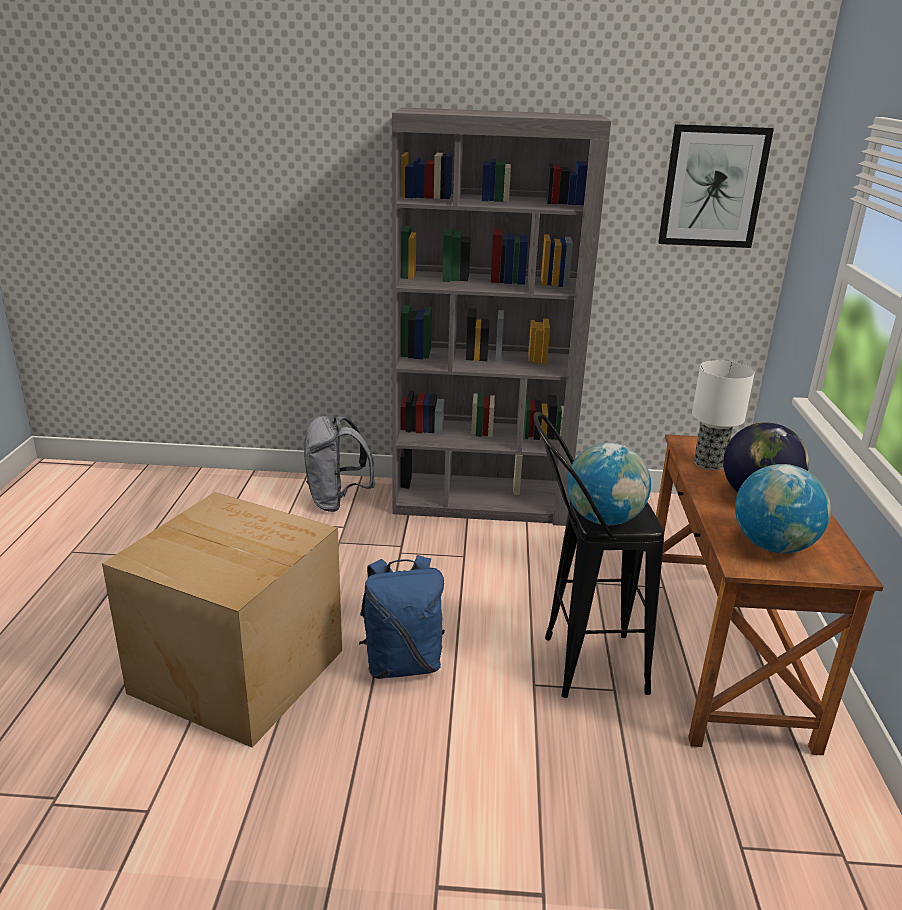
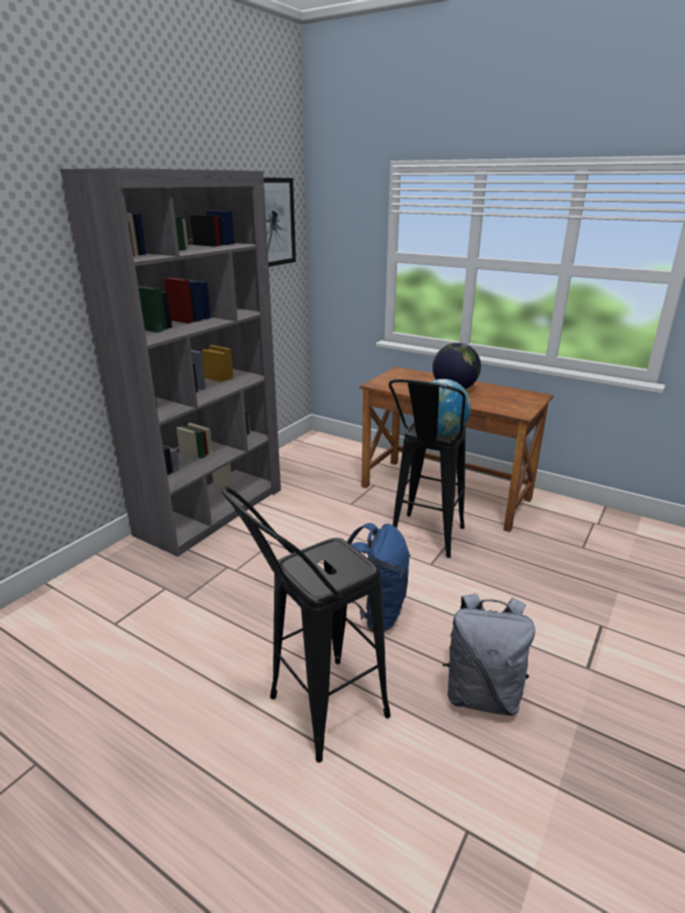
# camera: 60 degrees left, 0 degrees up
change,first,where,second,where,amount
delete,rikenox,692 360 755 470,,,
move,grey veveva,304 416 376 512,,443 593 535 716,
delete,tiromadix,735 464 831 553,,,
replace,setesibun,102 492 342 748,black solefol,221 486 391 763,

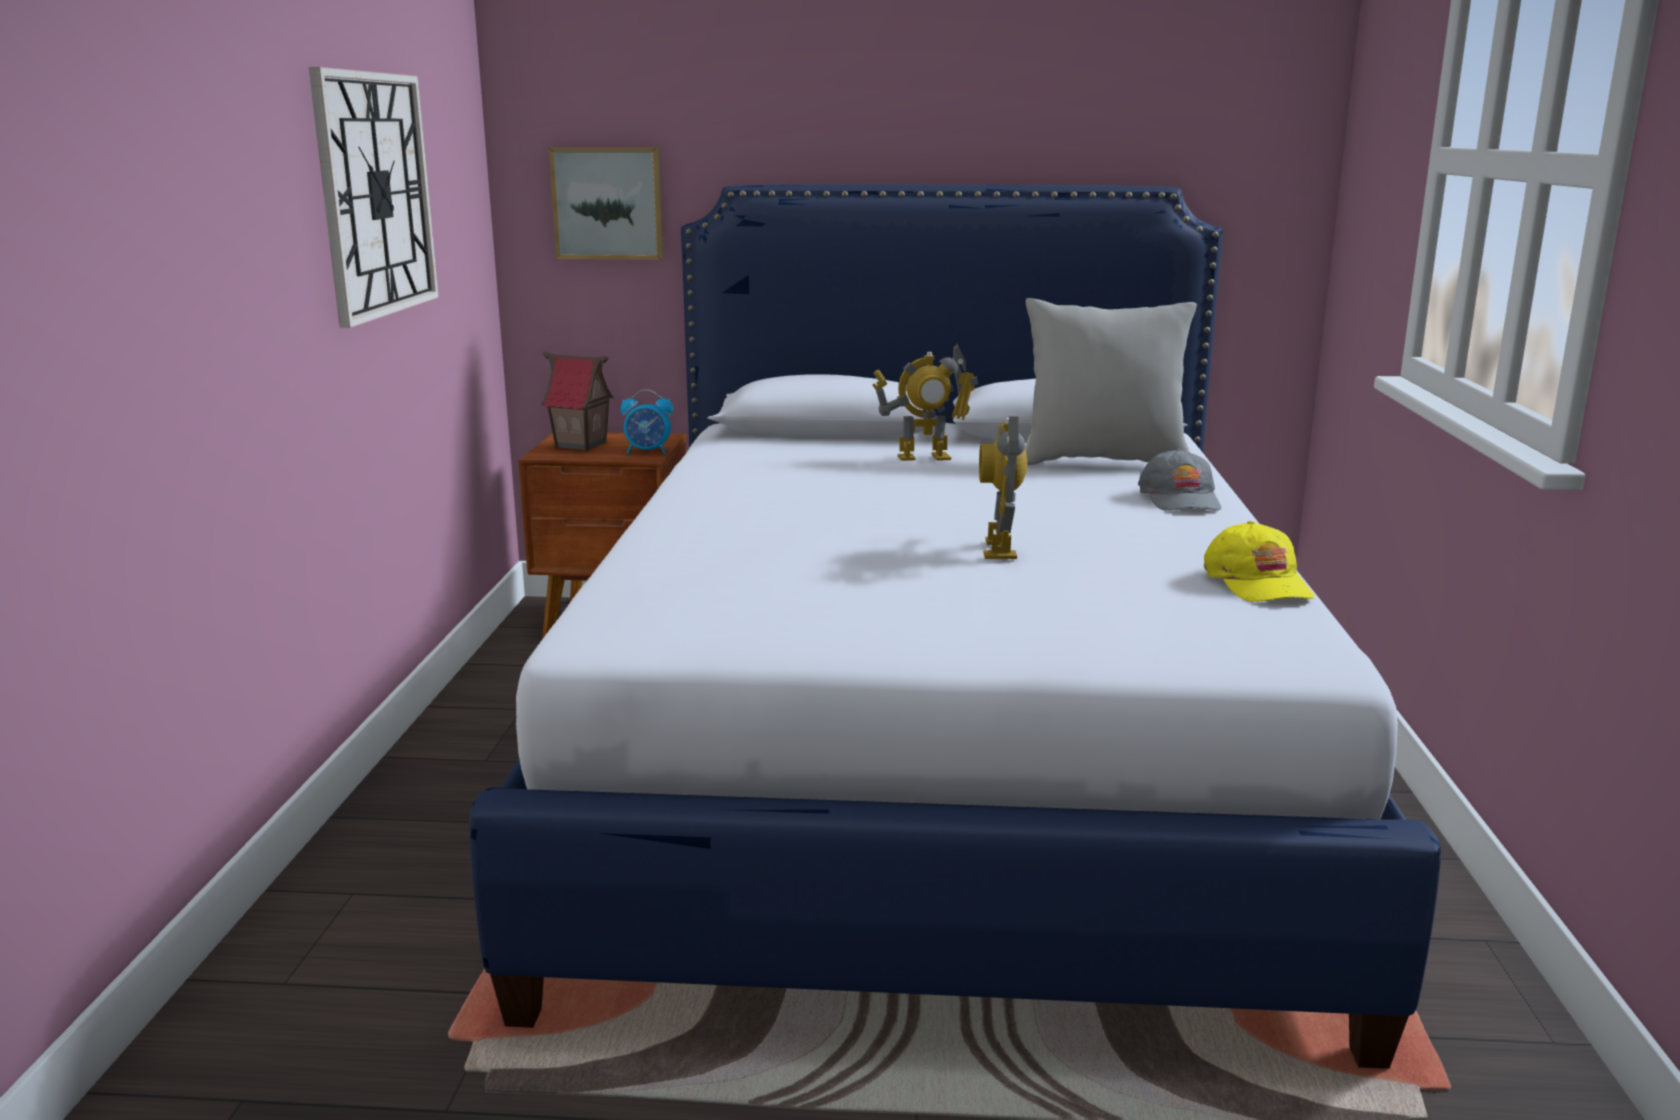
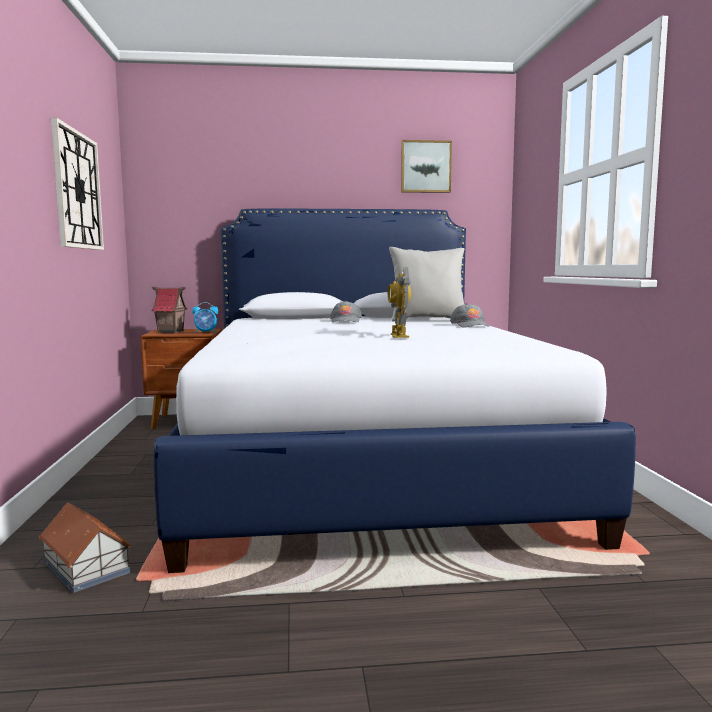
# camera: 10 degrees left, 10 degrees down
change,first,where,second,where,amount
move,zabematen,549 147 664 260,,401 140 452 193,
replace,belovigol,872 344 978 461,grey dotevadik,330 301 362 322,
delete,yellow dotevadik,1204 521 1315 602,,,
insert,,,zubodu,38 502 132 593,

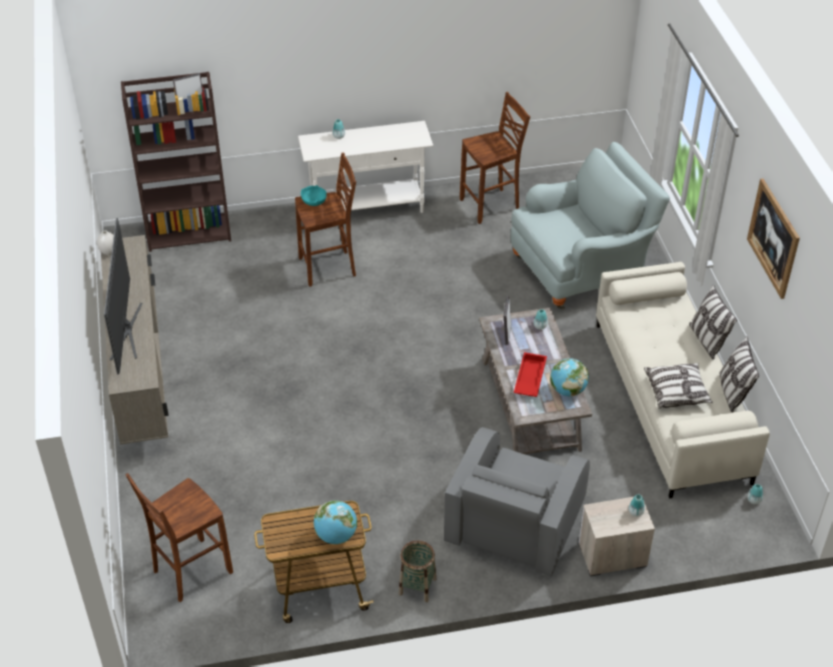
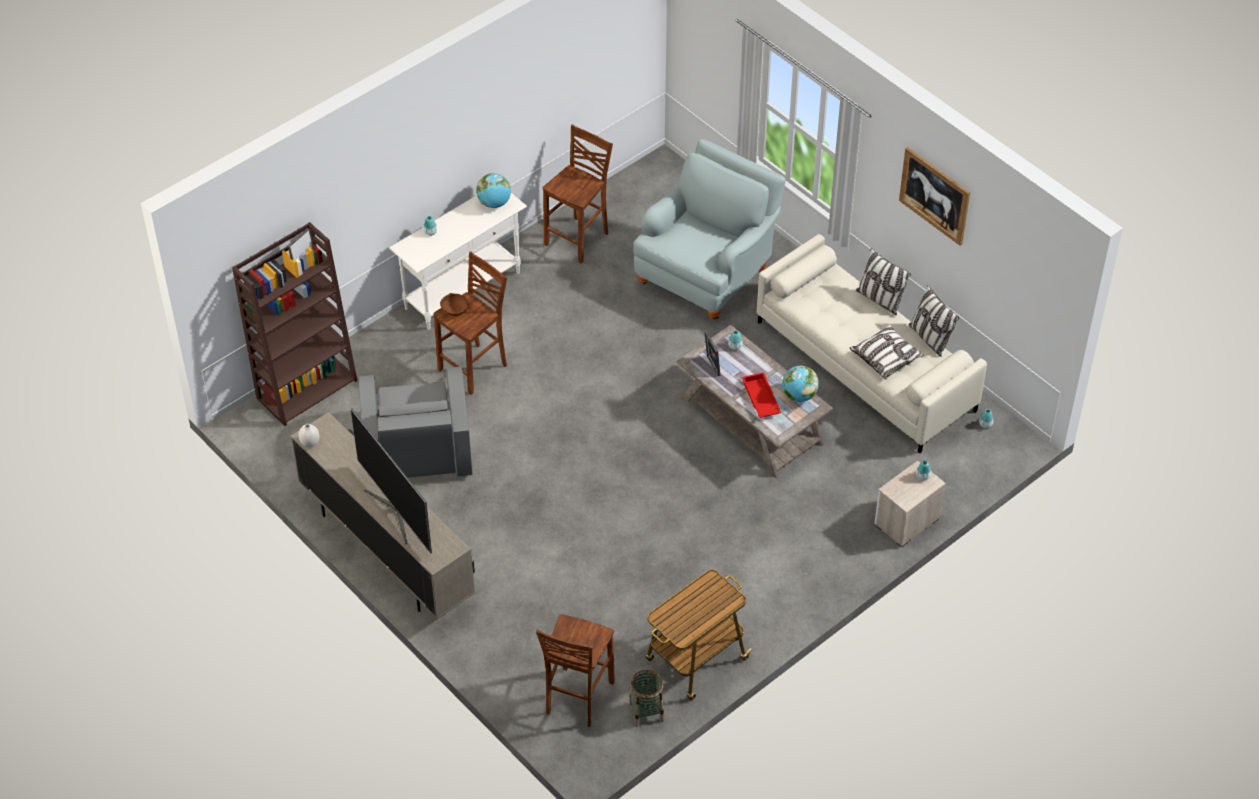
# camera: 30 degrees left, 5 degrees up
change,first,where,second,where,amount
recolor,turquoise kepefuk,301 185 327 206,brown kepefuk,440 293 469 316,
move,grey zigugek,444 427 590 576,,359 366 473 478,
move,tiromadix,313 500 357 544,,476 173 511 208,
move,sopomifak,399 540 436 602,,629 670 664 727,

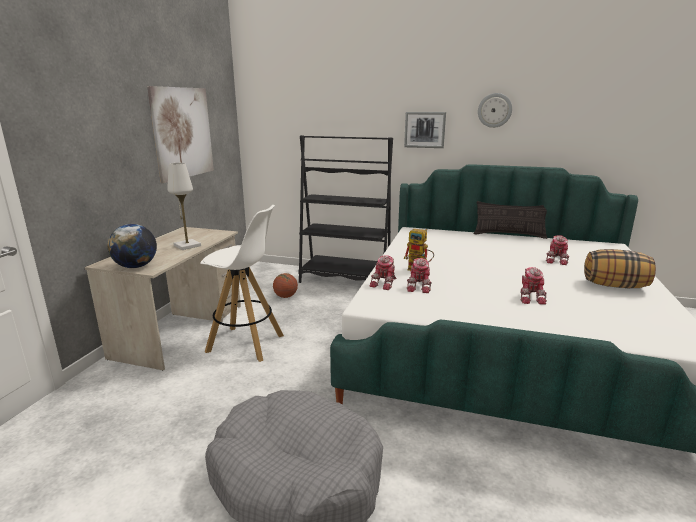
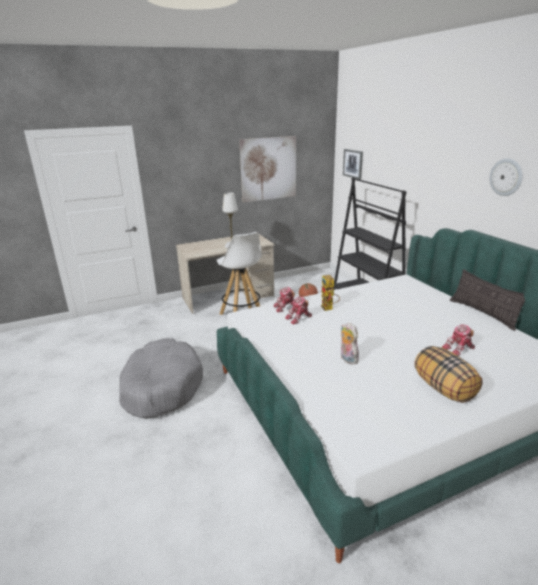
# camera: 50 degrees right, 5 degrees up
change,first,where,second,where,amount
move,zabematen,404 112 446 148,,343 149 363 180,
delete,tiromadix,108 224 157 268,,,
replace,belovigol,520 267 547 305,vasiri,341 322 359 364,

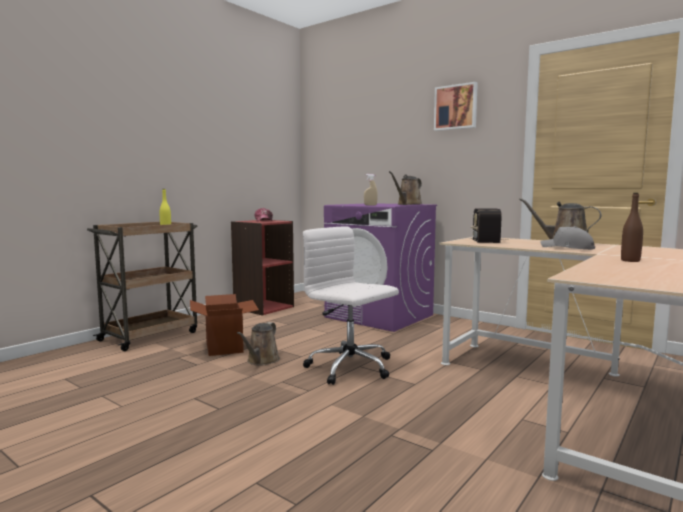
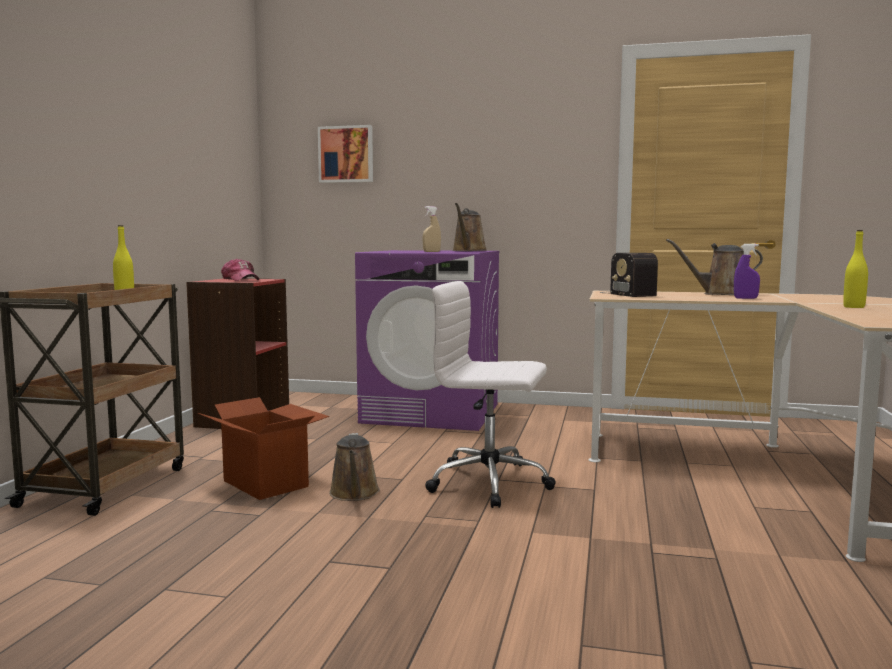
# camera: 25 degrees left, 0 degrees up
change,first,where,second,where,amount
move,zabematen,434 82 478 131,,318 125 373 183,
recolor,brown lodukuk,621 193 643 262,yellow lodukuk,843 230 868 308,
replace,grey dotevadik,541 226 595 250,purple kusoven,734 244 760 299,

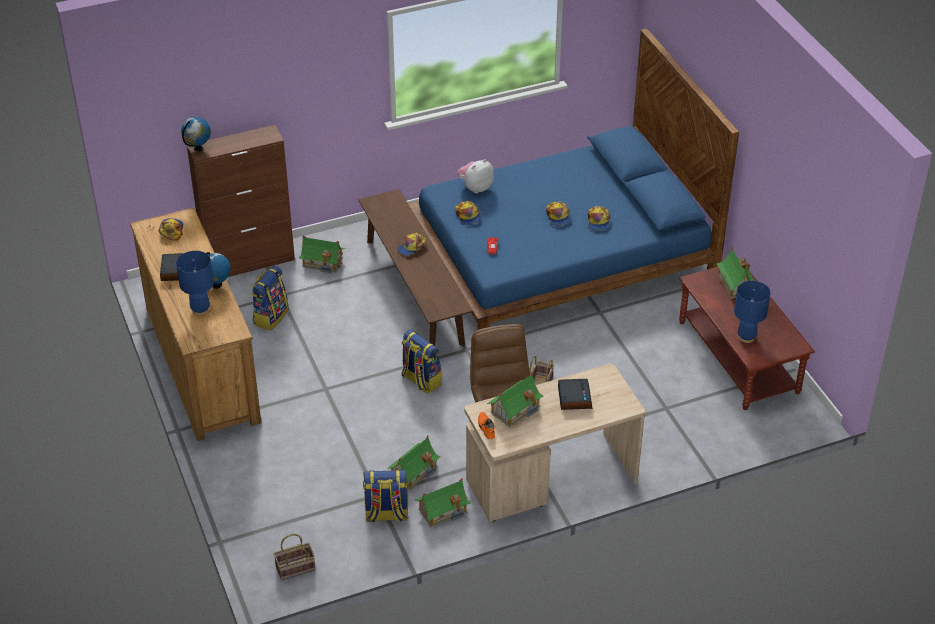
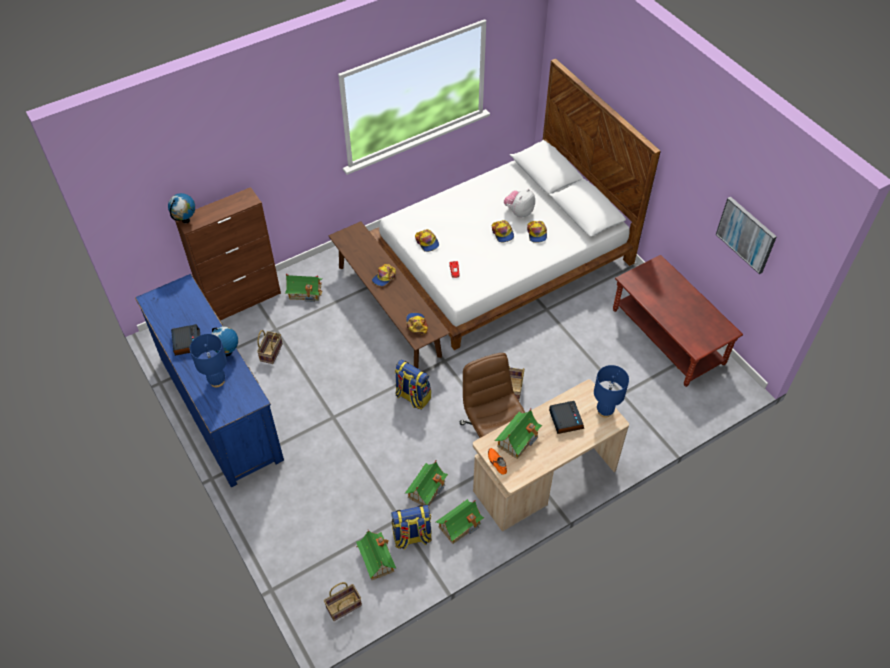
# camera: 10 degrees left, 10 degrees up
change,first,where,second,where,amount
recolor,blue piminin,408 29 739 330,white piminin,369 59 661 350,
move,vasiri,457 159 494 194,,504 189 535 218,
recolor,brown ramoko,130 208 261 441,blue ramoko,135 274 284 488,
move,dotevadik,158 218 184 241,,406 313 428 335,
move,zubodu,716 247 754 299,,356 530 396 580,
replace,veveva,251 266 289 330,sopomifak,257 330 283 364,
move,blue rikenox,734 281 771 343,,594 365 629 418,
insert,,,zabematen,716 197 777 274,

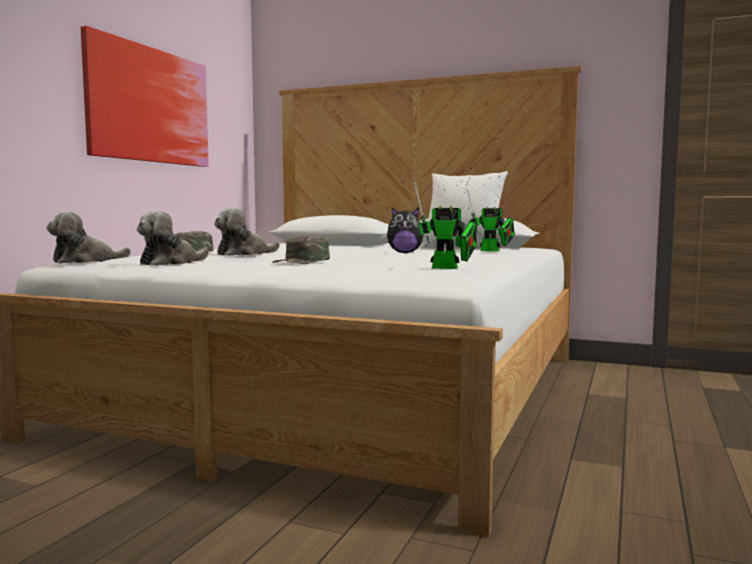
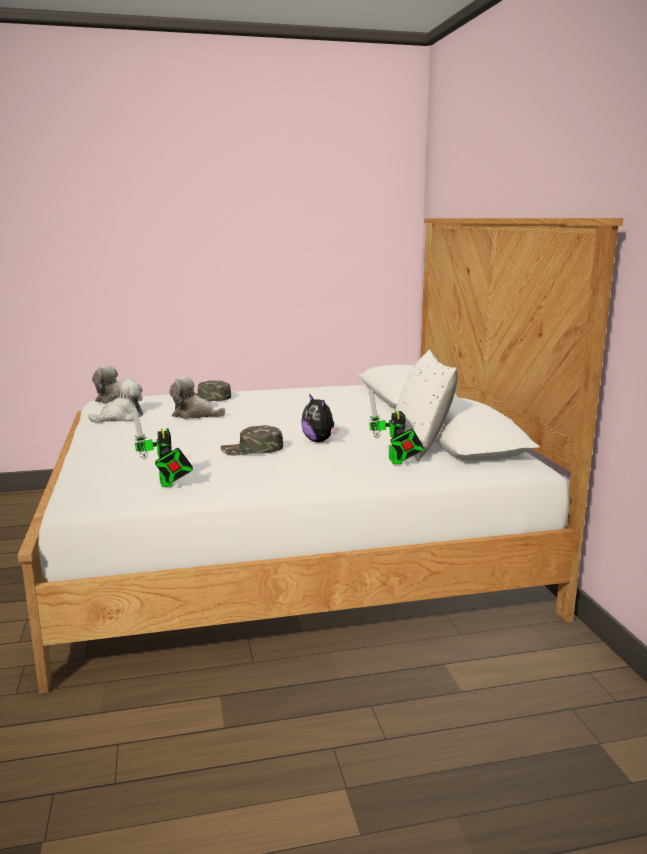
# camera: 55 degrees right, 10 degrees up
change,first,where,second,where,amount
delete,zabematen,81 26 209 167,,,
rotate,vasiri,137 210 209 266,,88 378 143 423,135 degrees clockwise
move,green dotevadik,272 236 330 264,,221 425 283 456,

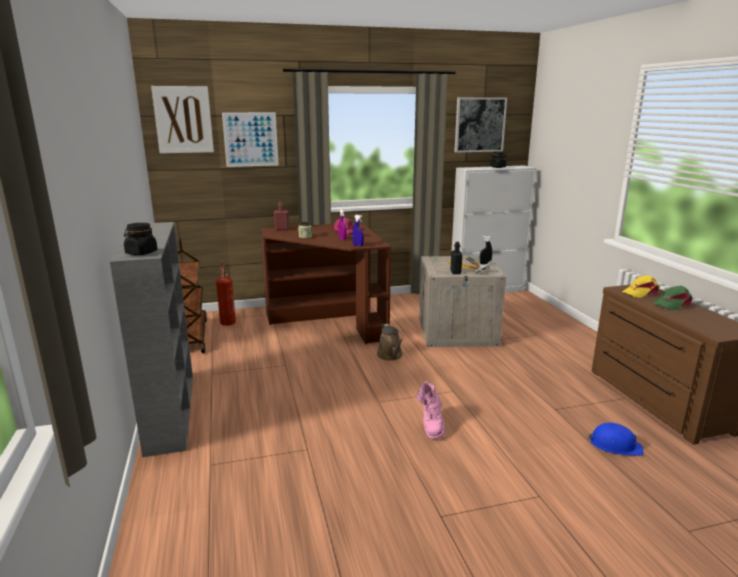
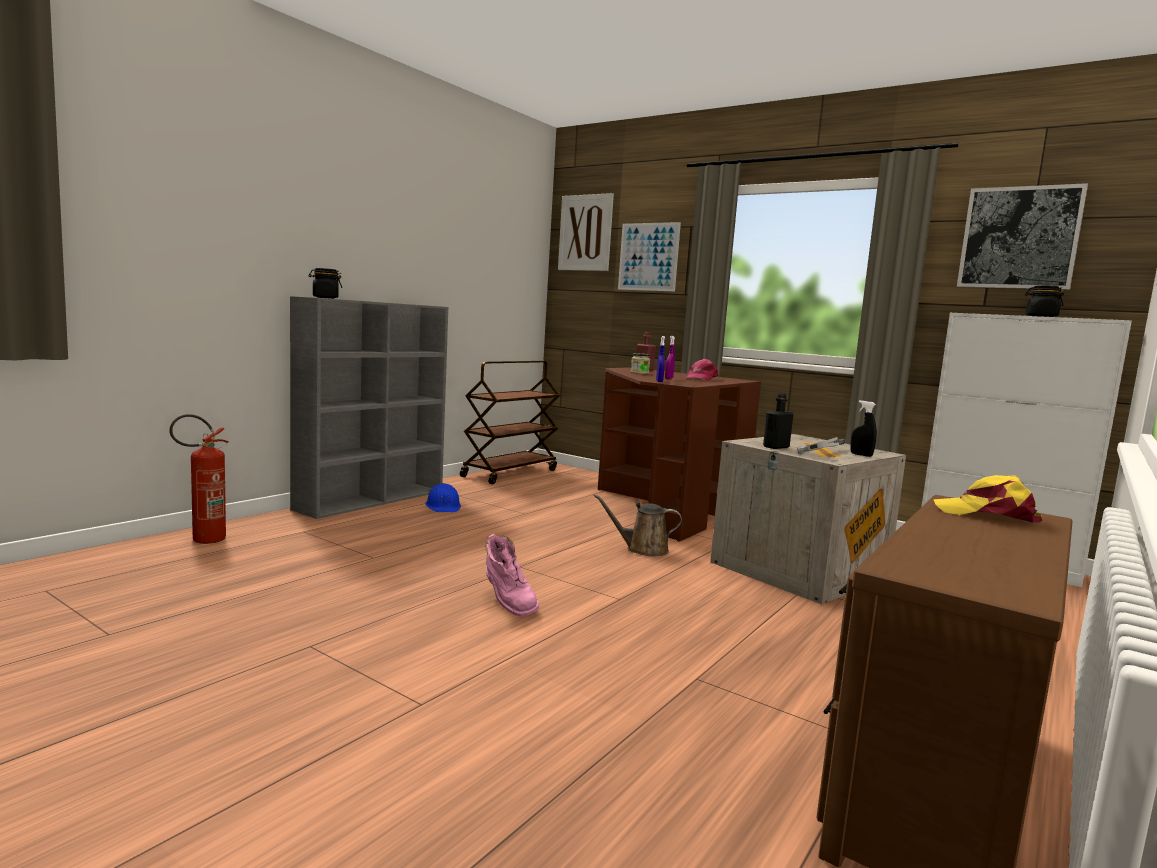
# camera: 50 degrees right, 10 degrees down
change,first,where,second,where,amount
move,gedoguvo,216 262 236 326,,169 414 229 544,
delete,green dotevadik,653 286 692 310,,,
rotate,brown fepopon,377 324 403 360,,593 494 682 556,60 degrees clockwise
rotate,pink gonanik,417 381 445 439,,486 534 540 617,90 degrees counterclockwise
move,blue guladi,587 423 643 456,,425 483 461 512,

